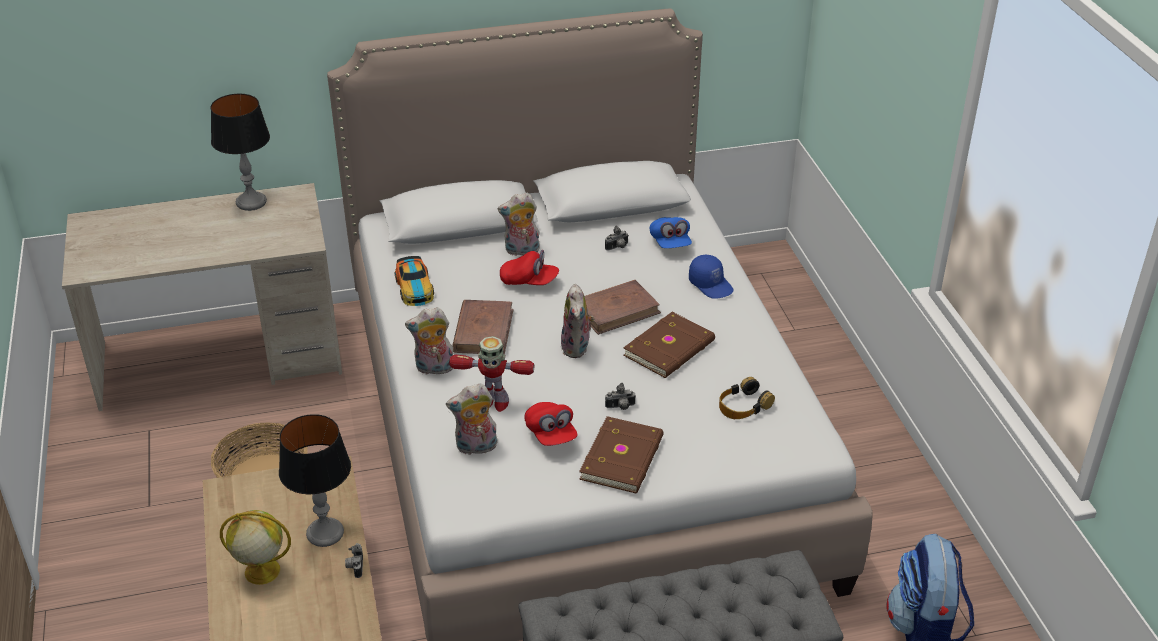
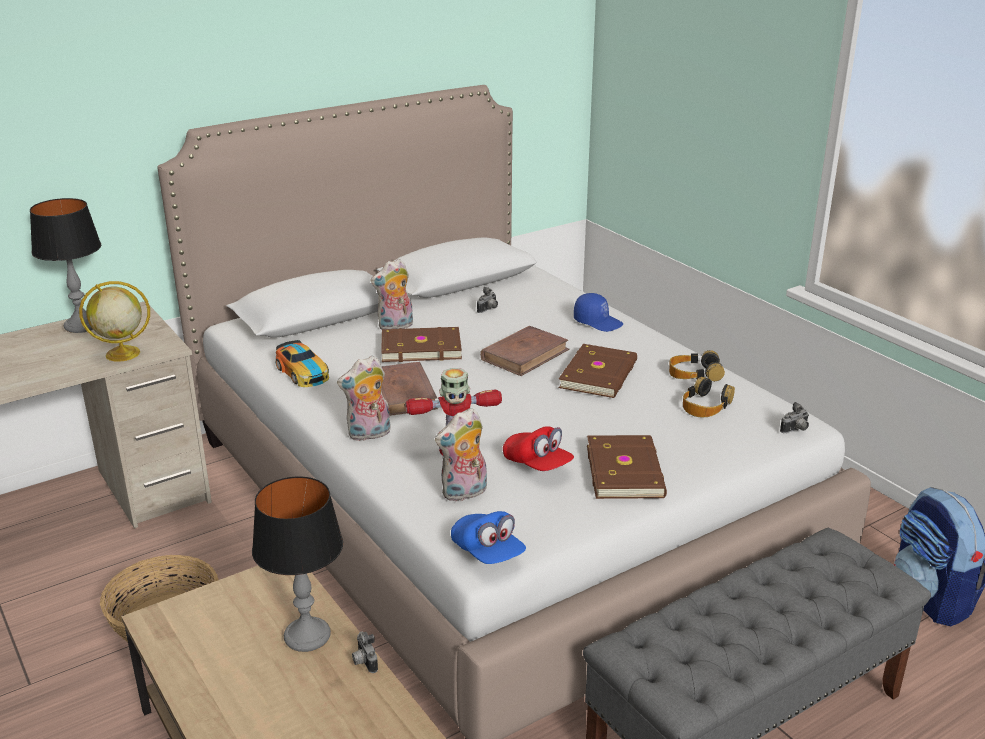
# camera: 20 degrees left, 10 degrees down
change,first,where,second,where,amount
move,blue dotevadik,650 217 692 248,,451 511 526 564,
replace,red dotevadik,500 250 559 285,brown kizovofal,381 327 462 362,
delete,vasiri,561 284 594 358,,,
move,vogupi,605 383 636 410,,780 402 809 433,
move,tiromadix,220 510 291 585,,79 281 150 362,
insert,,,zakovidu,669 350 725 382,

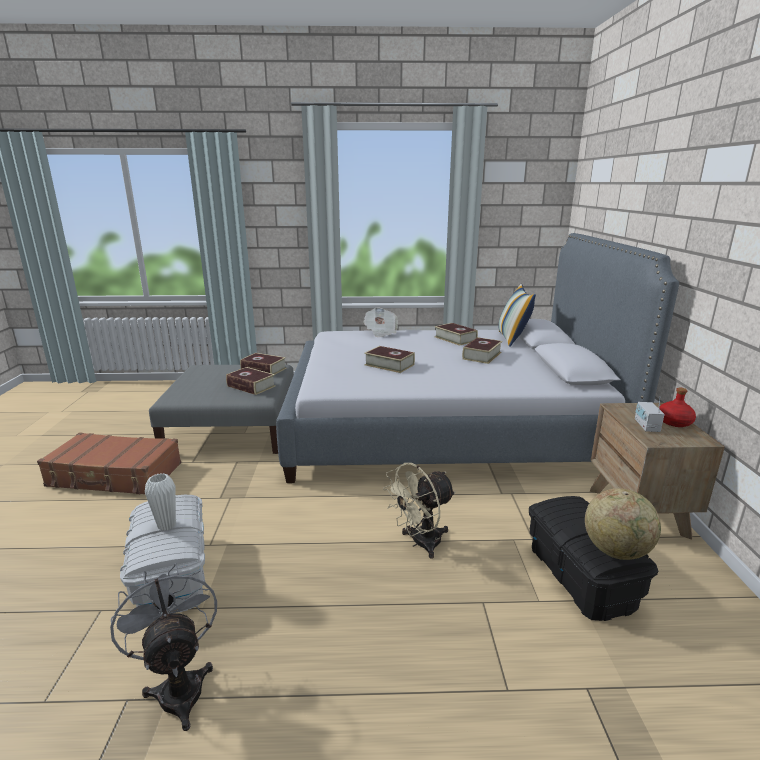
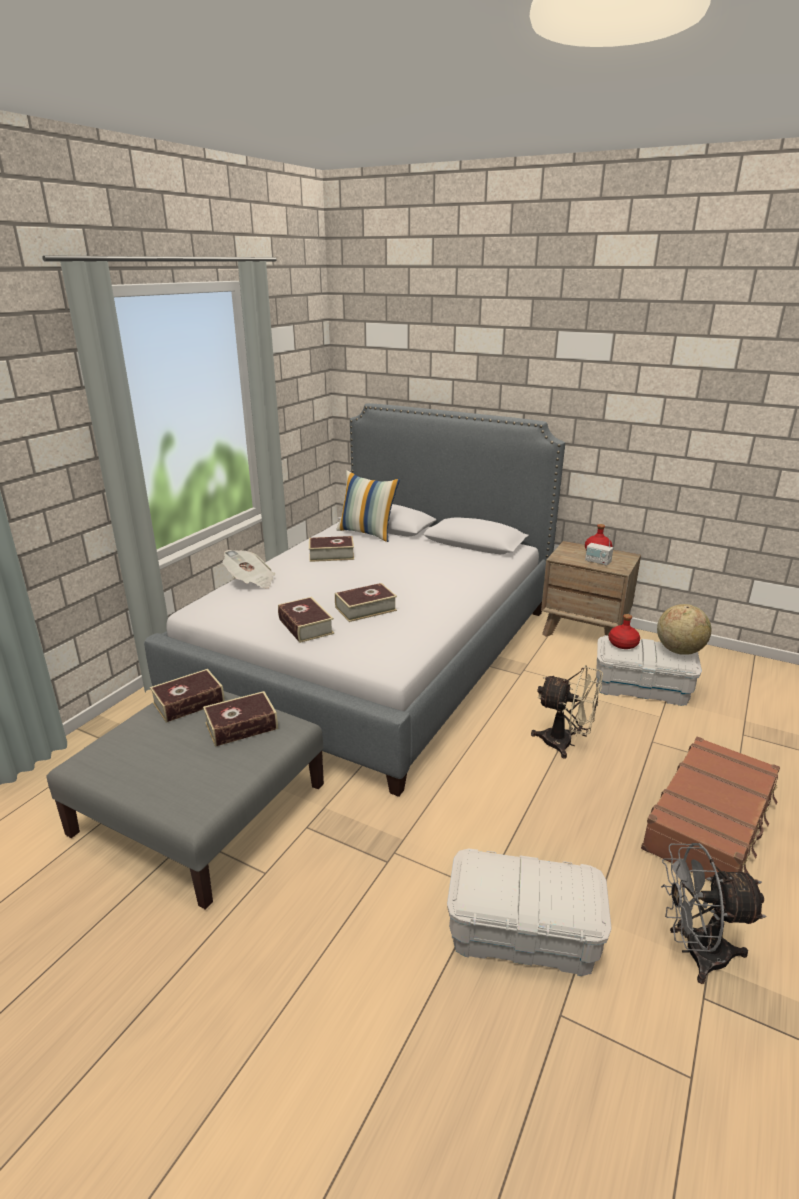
# camera: 60 degrees left, 5 degrees up
change,first,where,second,where,amount
move,kizovofal,462 337 503 364,,278 597 334 643,
move,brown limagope,37 432 181 494,,641 736 780 882,
rotate,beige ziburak,383 463 456 559,,531 665 603 759,60 degrees counterclockwise
delete,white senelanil,145 473 176 531,,,
recolor,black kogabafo,529 496 658 621,white kogabafo,596 635 702 706,
insert,,,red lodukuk,608 614 640 649,

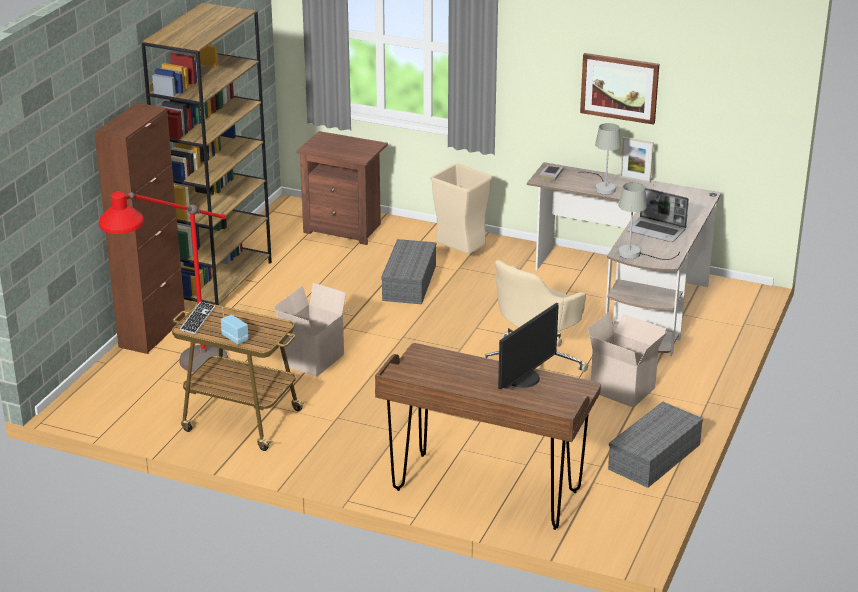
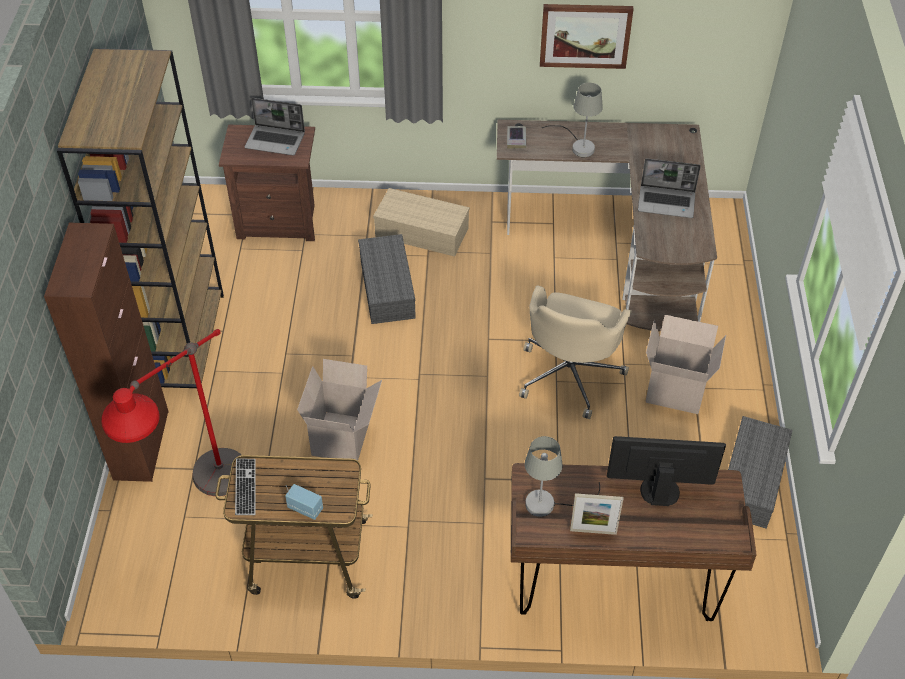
# camera: 20 degrees left, 20 degrees up
change,first,where,second,where,amount
move,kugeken,620 137 654 183,,570 493 623 535,
replace,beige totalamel,431 164 493 254,beige kogabafo,373 188 470 257,
move,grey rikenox,618 182 680 260,,525 436 600 517,
rotate,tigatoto,498 303 559 390,,607 436 726 506,105 degrees counterclockwise
insert,,,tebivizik,244 98 305 155,

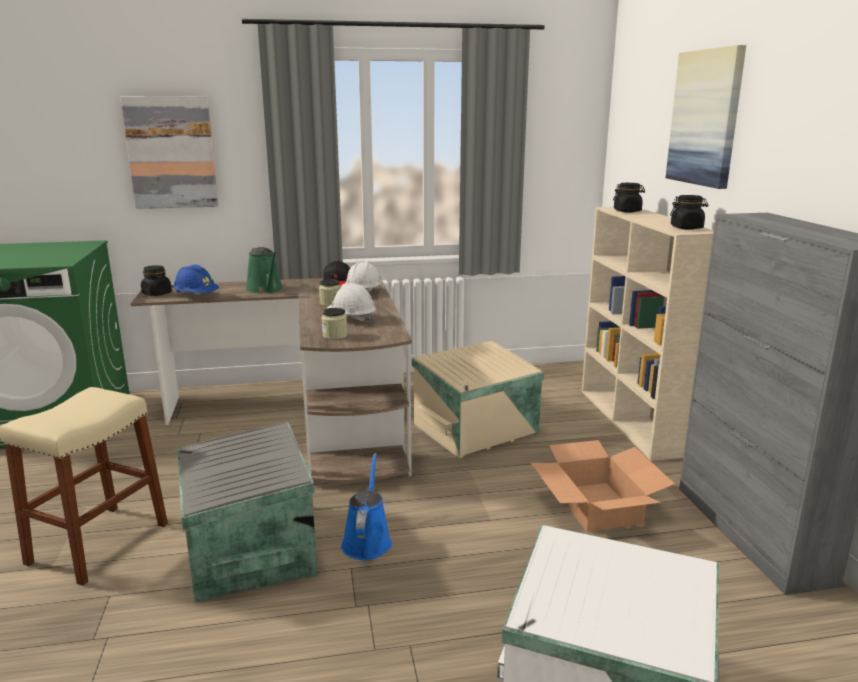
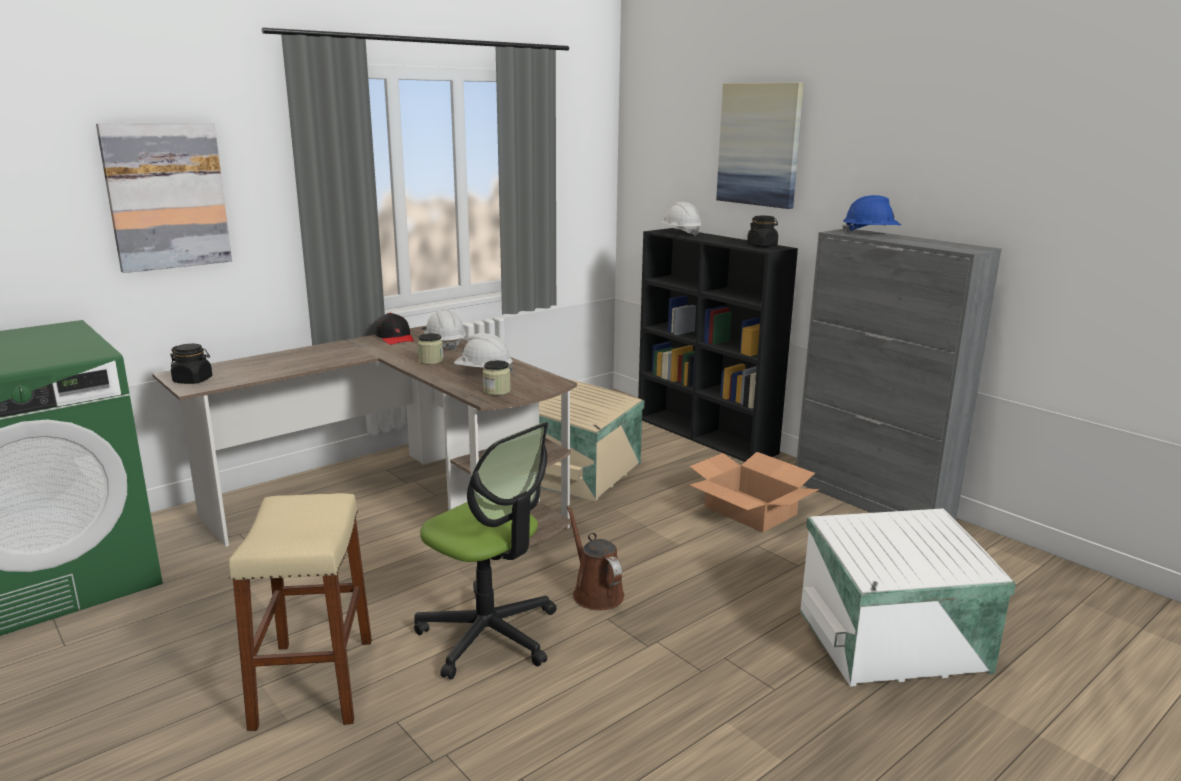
# camera: 30 degrees left, 0 degrees up
change,first,where,second,where,amount
replace,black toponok,613 183 645 213,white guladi,660 202 702 236,
recolor,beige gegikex,582 207 714 461,black gegikex,638 228 798 462,
delete,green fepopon,246 247 283 293,,,
move,blue guladi,173 264 219 294,,842 195 901 234,
replace,grey kogabafo,177 422 317 602,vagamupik,414 422 557 679,
recolor,blue fepopon,341 453 392 560,brown fepopon,567 505 624 610,

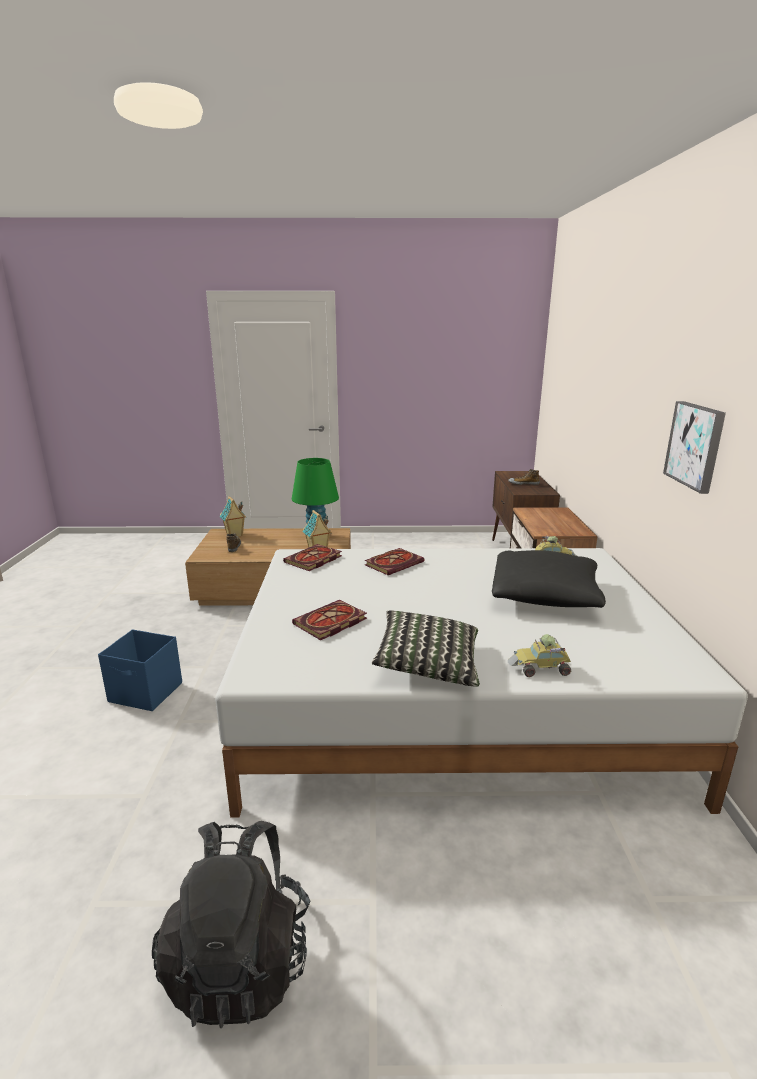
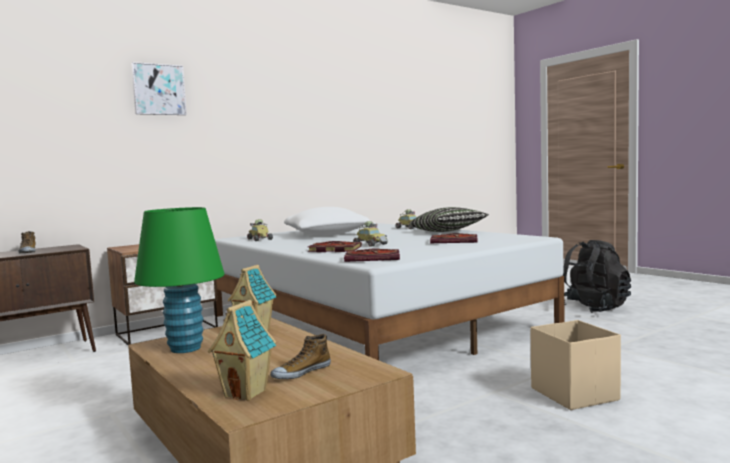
# camera: 125 degrees left, 15 degrees down
change,first,where,second,where,amount
move,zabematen,663 401 726 494,,131 62 187 115,
recolor,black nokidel,492 550 606 608,white nokidel,284 207 370 235,
recolor,blue kogabafo,98 629 182 711,beige kogabafo,530 320 621 410,
insert,,,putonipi,353 221 388 247,

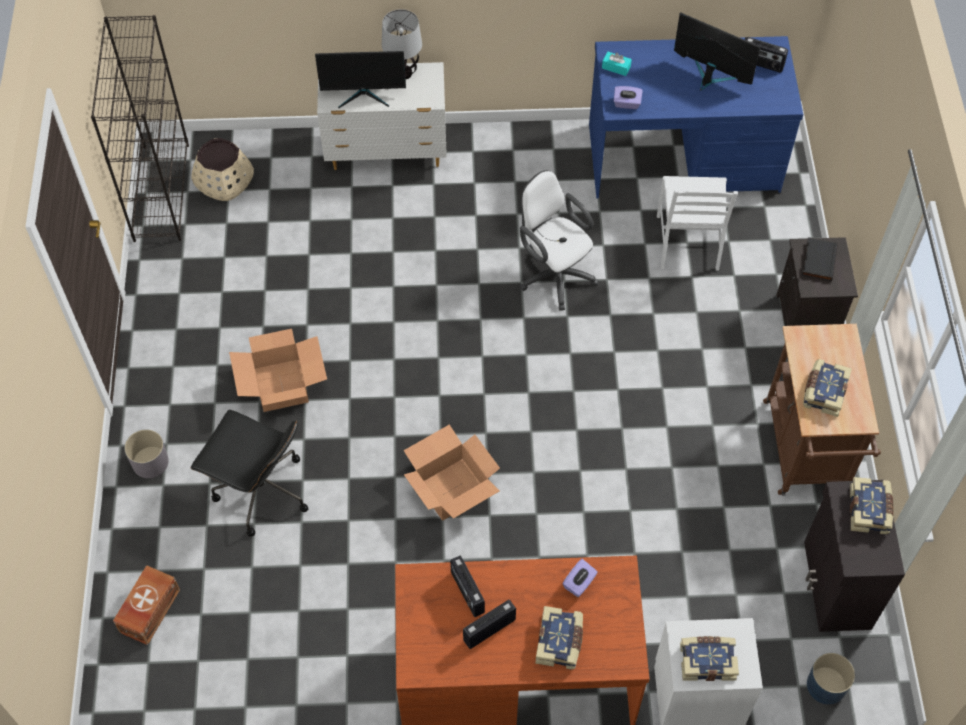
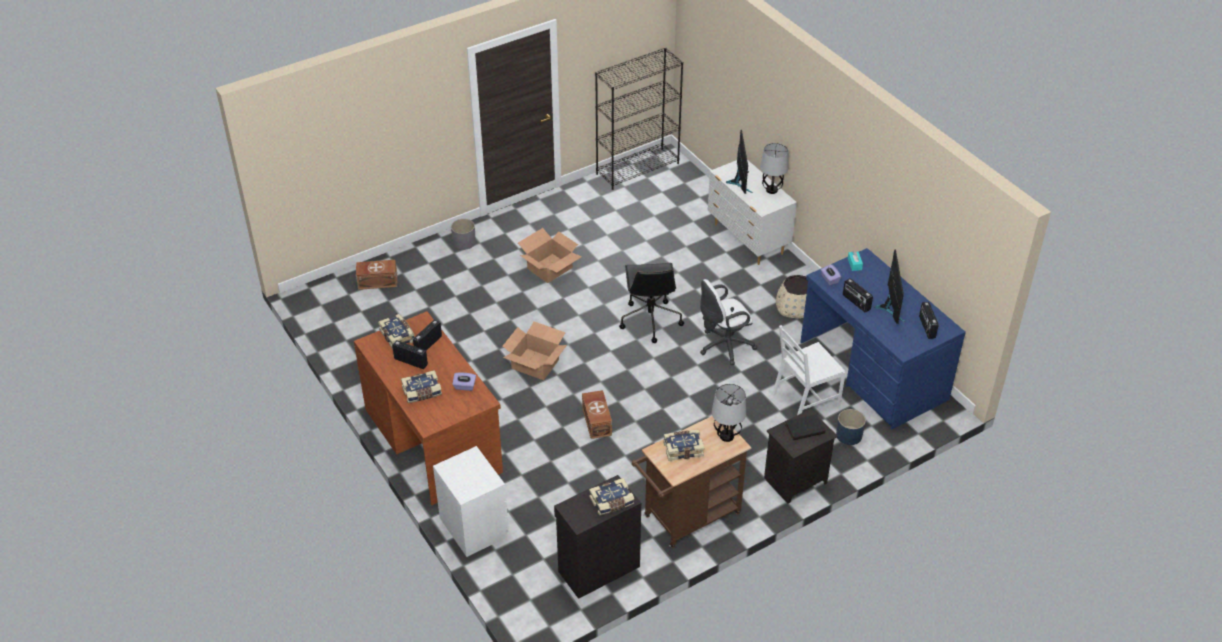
# camera: 60 degrees right, 15 degrees down
change,first,where,second,where,amount
rotate,tigatoto,315 51 406 108,,726 130 753 194,150 degrees counterclockwise
move,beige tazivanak,191 138 254 201,,776 275 808 318,
rotate,white vagamupik,520 170 599 311,,700 279 757 365,135 degrees counterclockwise
move,black vagamupik,190 410 308 537,,619 263 684 343,
move,kizovofal,680 636 739 681,,378 314 414 349,
move,blue tazivanak,807 653 855 705,,836 409 866 445,
insert,,,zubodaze,843 278 873 313,
insert,,,rikenox,712 384 746 442,
insert,,,brown kogabafo,582 390 612 439,

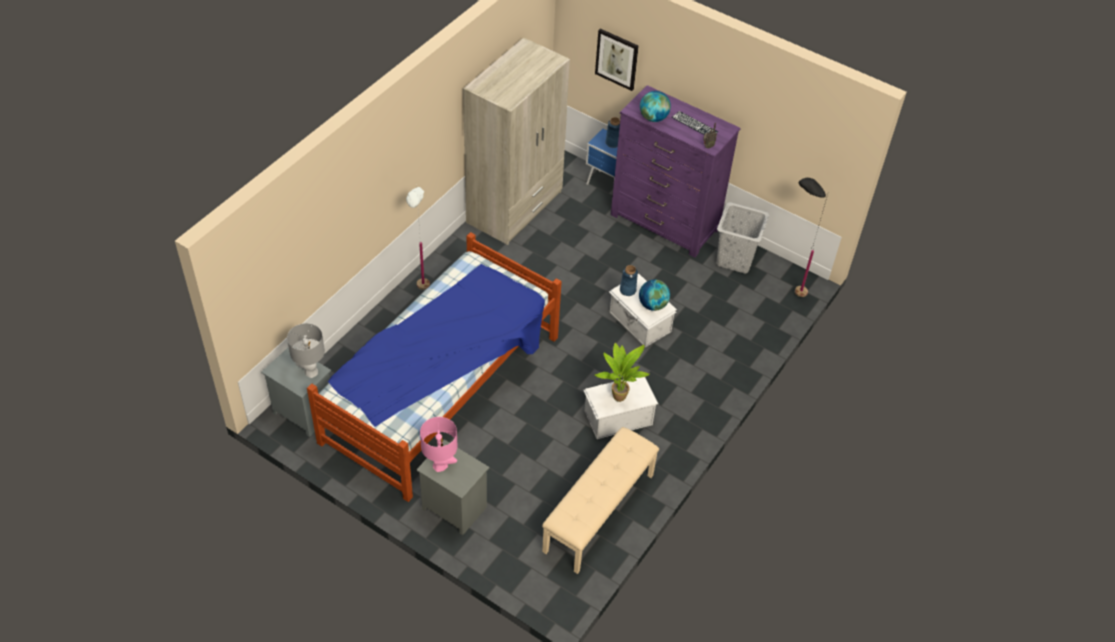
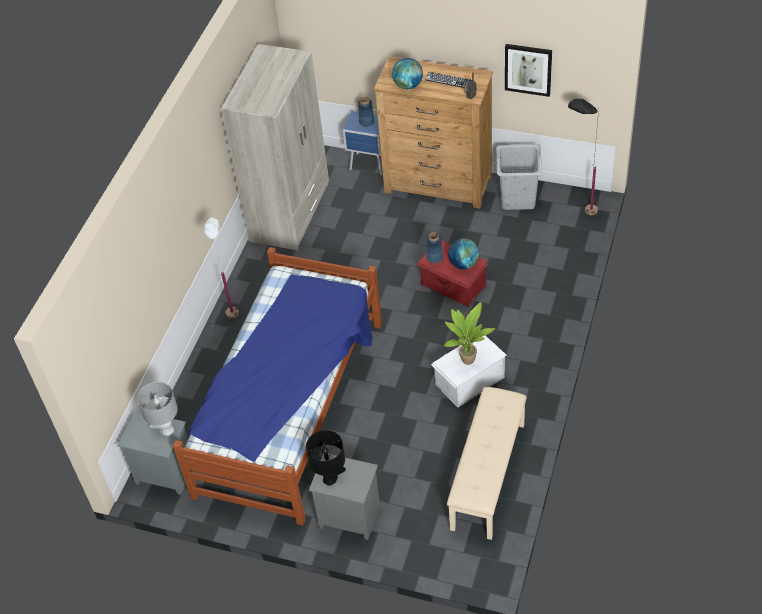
# camera: 10 degrees left, 0 degrees up
change,first,where,second,where,amount
move,zabematen,595 29 639 91,,505 44 552 97,
recolor,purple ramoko,611 85 741 258,brown ramoko,374 56 493 209,
recolor,white kogabafo,609 274 677 347,red kogabafo,417 240 488 307,
recolor,pink rikenox,420 417 457 472,black rikenox,306 430 346 486,

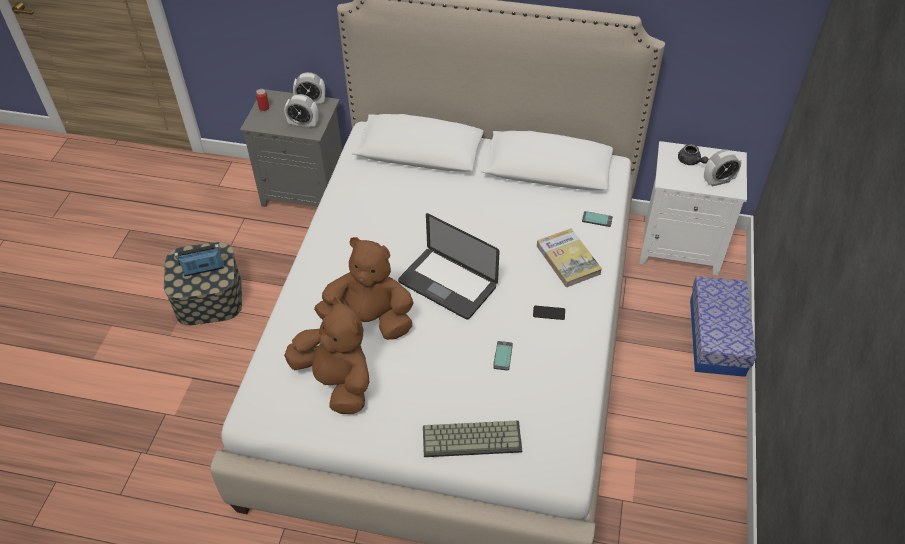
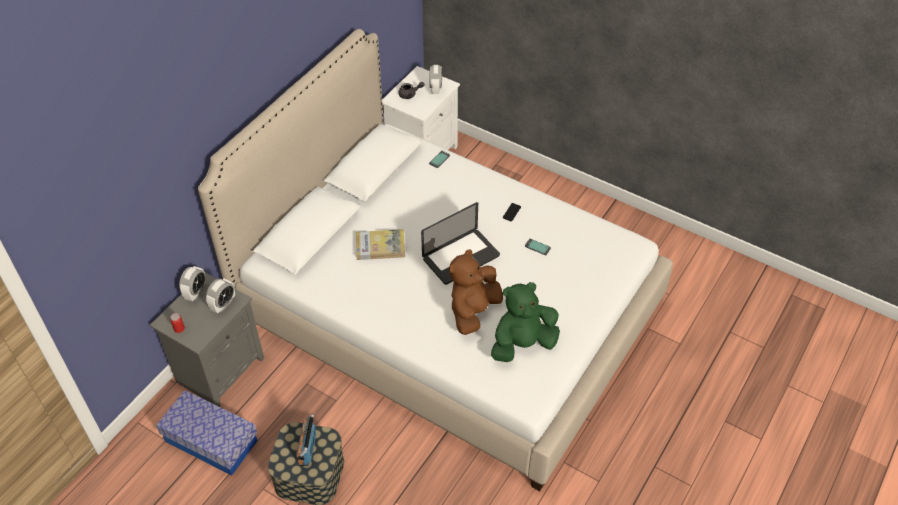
# camera: 70 degrees left, 0 degrees up
change,first,where,second,where,amount
move,kizovofal,537 228 602 287,,356 229 405 260,
move,kogabafo,690 276 756 377,,156 390 257 476,
recolor,brown vasiri,284 297 369 414,green vasiri,491 282 560 362,
delete,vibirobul,423 421 522 457,,,

